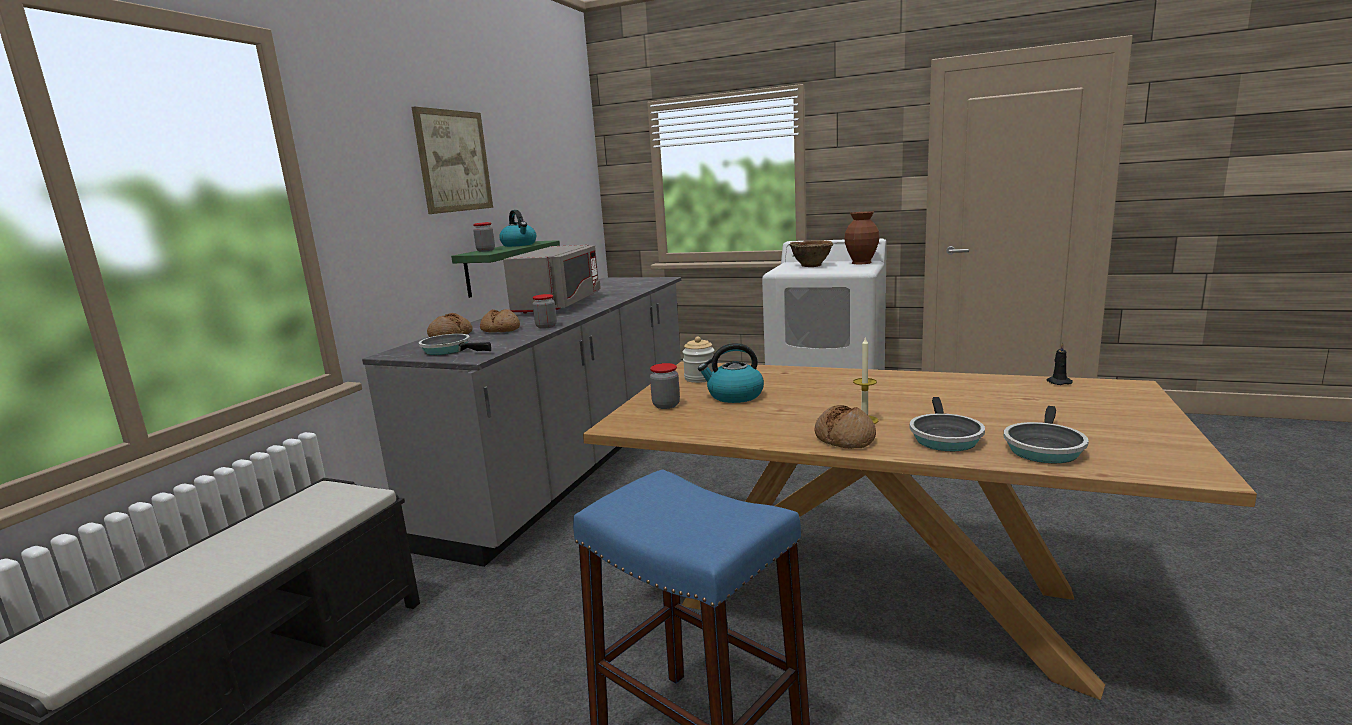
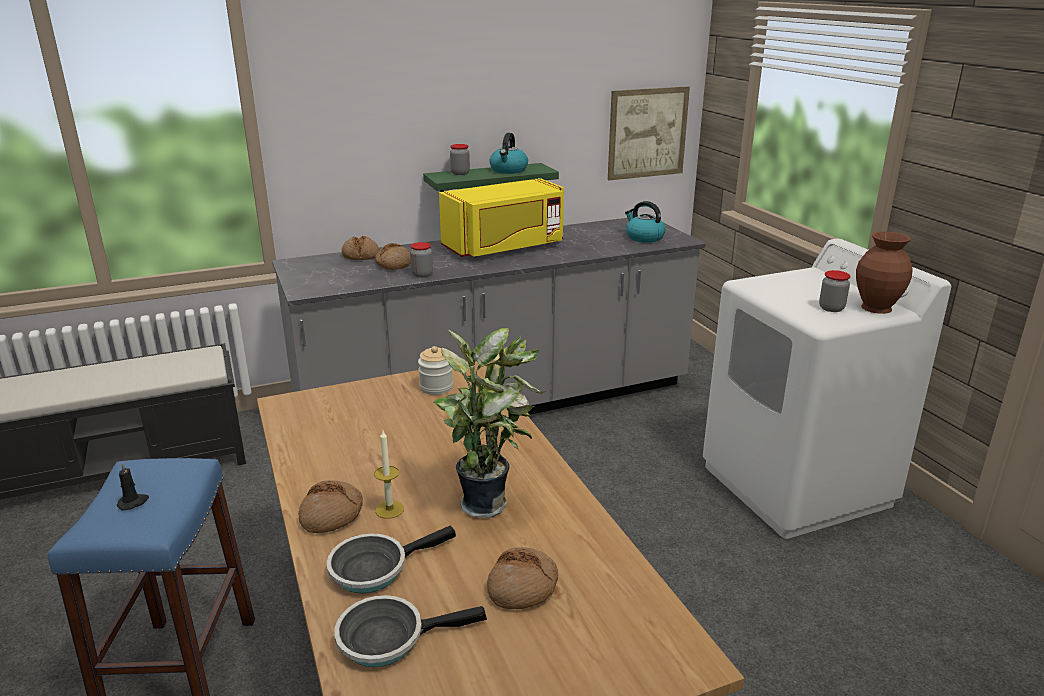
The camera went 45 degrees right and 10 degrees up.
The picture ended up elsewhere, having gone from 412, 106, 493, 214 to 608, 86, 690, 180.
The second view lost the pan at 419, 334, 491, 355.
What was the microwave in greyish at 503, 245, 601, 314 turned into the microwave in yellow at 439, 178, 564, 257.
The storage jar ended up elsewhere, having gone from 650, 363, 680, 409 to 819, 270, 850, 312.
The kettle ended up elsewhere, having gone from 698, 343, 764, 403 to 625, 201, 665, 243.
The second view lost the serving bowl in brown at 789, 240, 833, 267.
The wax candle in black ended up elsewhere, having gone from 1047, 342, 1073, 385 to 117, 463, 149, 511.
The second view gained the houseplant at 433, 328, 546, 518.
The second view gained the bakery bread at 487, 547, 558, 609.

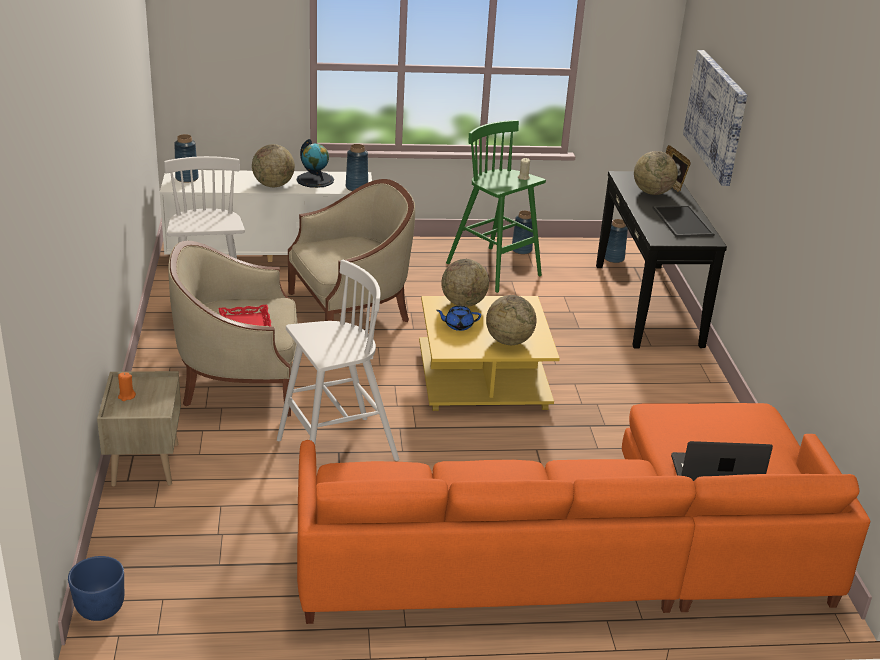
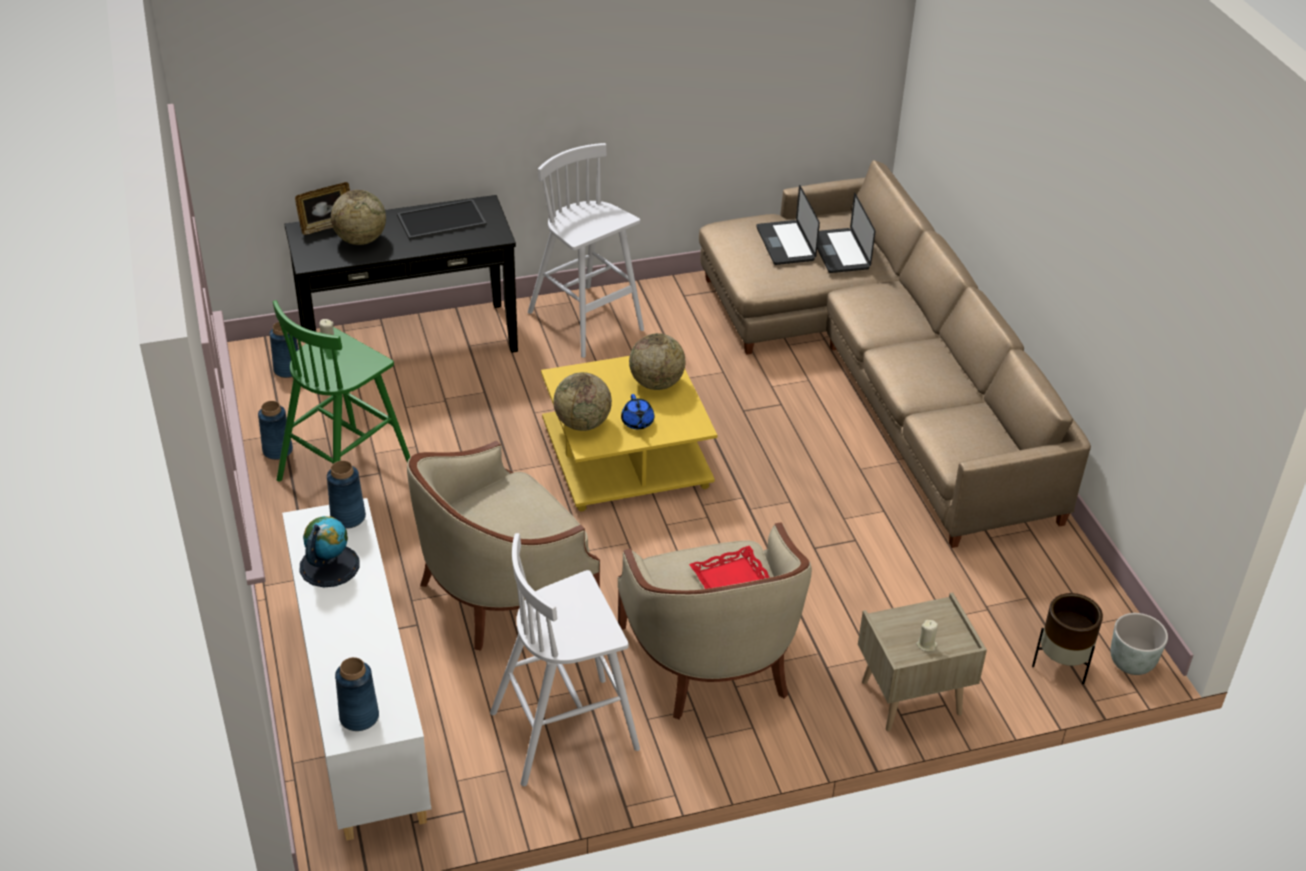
The camera went 100 degrees left and 10 degrees up.
What was the planter in blue at 68, 556, 124, 621 turned into the planter in greyish at 1110, 613, 1168, 675.
What was the wax candle in orange-coloured at 118, 372, 136, 401 turned into the wax candle in sand-coloured at 916, 620, 938, 652.
The second view lost the globe at 252, 144, 295, 187.
The sitting stool in white ended up elsewhere, having gone from 277, 260, 399, 461 to 528, 143, 644, 358.
The armchair in sand-coloured at 288, 179, 415, 322 ended up facing another way, 90 degrees counterclockwise from before.
What was the settee in orange-coloured at 297, 403, 870, 624 turned into the settee in sand-coloured at 699, 160, 1091, 548.
The second view lost the picture at 683, 50, 747, 186.
The second view gained the notebook computer at 756, 185, 820, 265.
The second view gained the planter in brown at 1032, 593, 1103, 684.

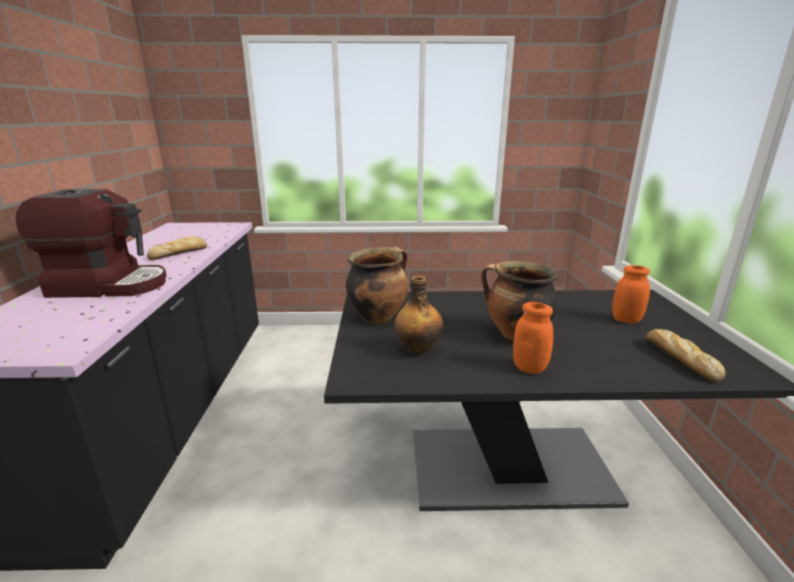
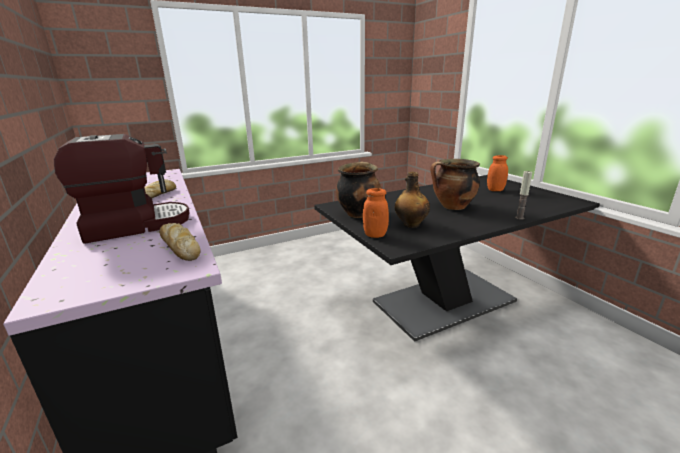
The camera went 25 degrees left and 0 degrees up.
The storage jar in orange-coloured ended up elsewhere, having gone from 513, 302, 553, 374 to 363, 188, 389, 238.
The bakery bread ended up elsewhere, having gone from 646, 329, 725, 382 to 159, 223, 201, 261.
The second view gained the wax candle at 515, 170, 532, 220.

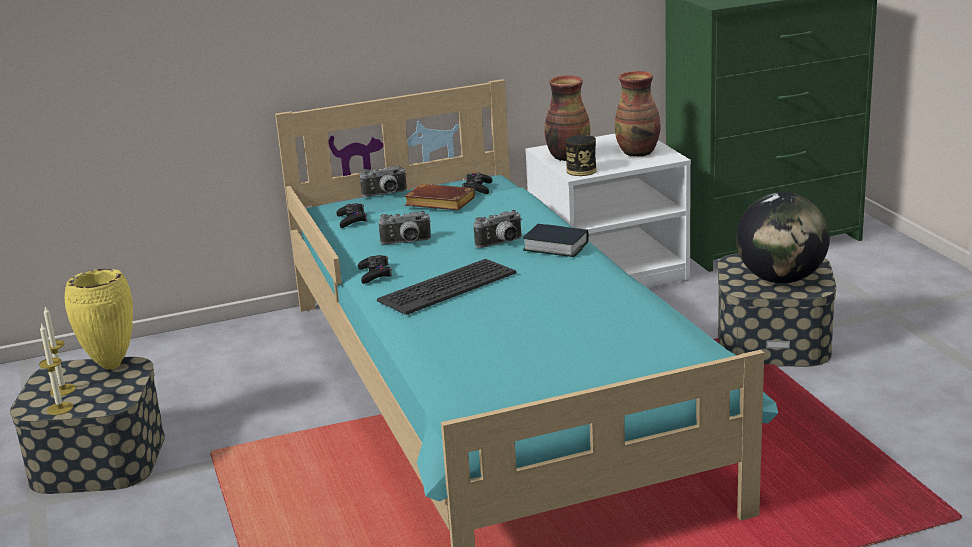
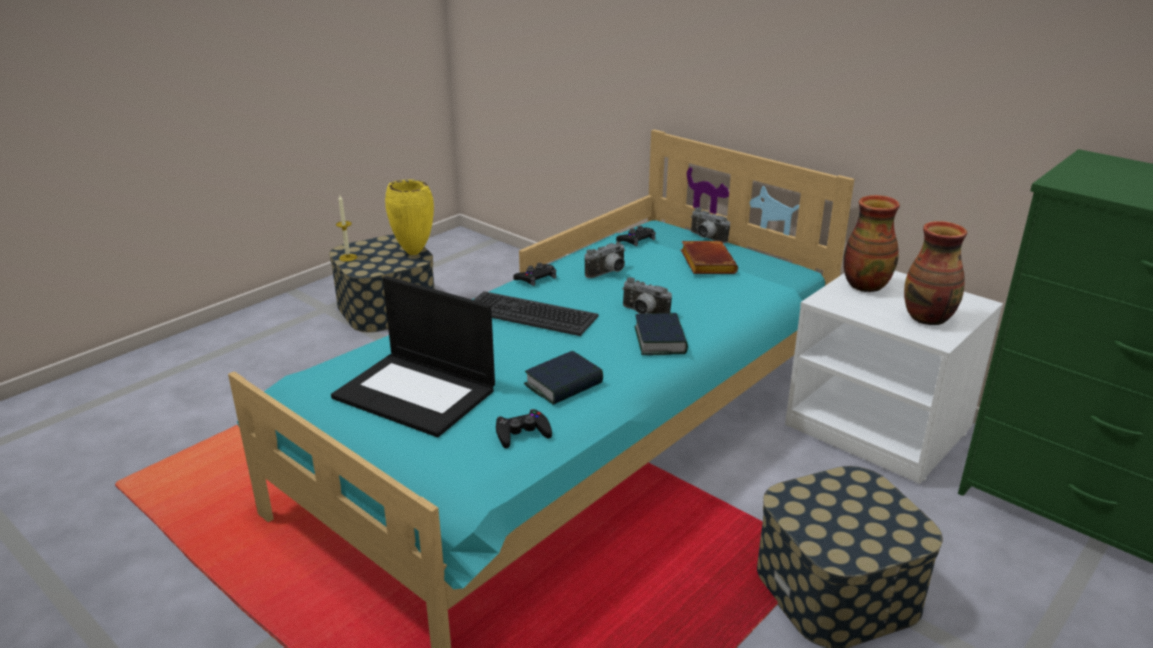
The camera went 60 degrees right and 5 degrees up.
The second view lost the wax candle at 42, 307, 76, 396.
The still camera at 379, 211, 431, 245 ended up facing another way, 90 degrees counterclockwise from before.
The game controller in black ended up elsewhere, having gone from 462, 173, 492, 194 to 496, 409, 552, 448.
The second view lost the sealed can at 566, 135, 597, 176.
The second view lost the globe at 736, 192, 830, 283.
The second view gained the notebook computer at 331, 276, 495, 437.
The second view gained the bound book at 524, 351, 603, 405.

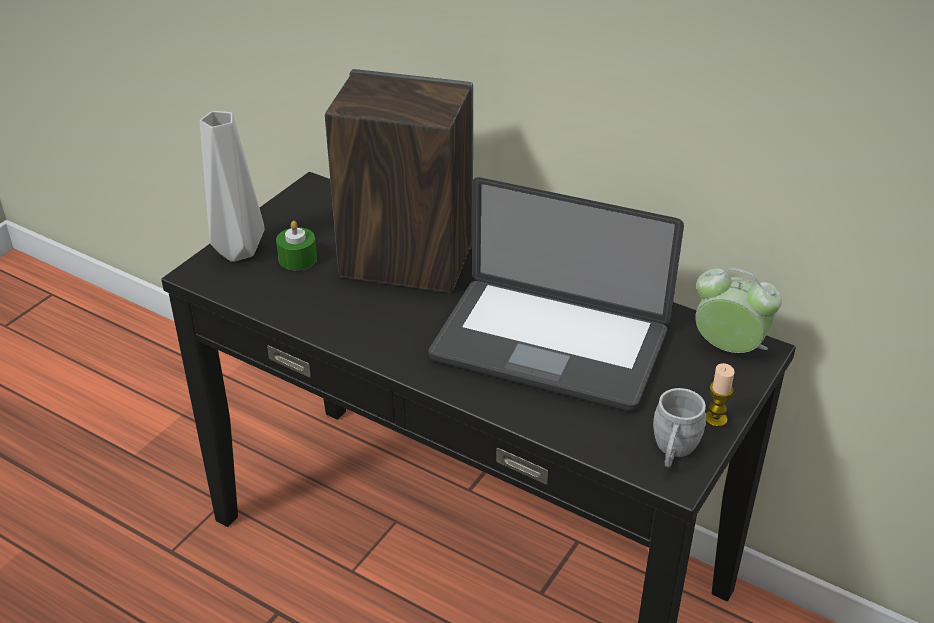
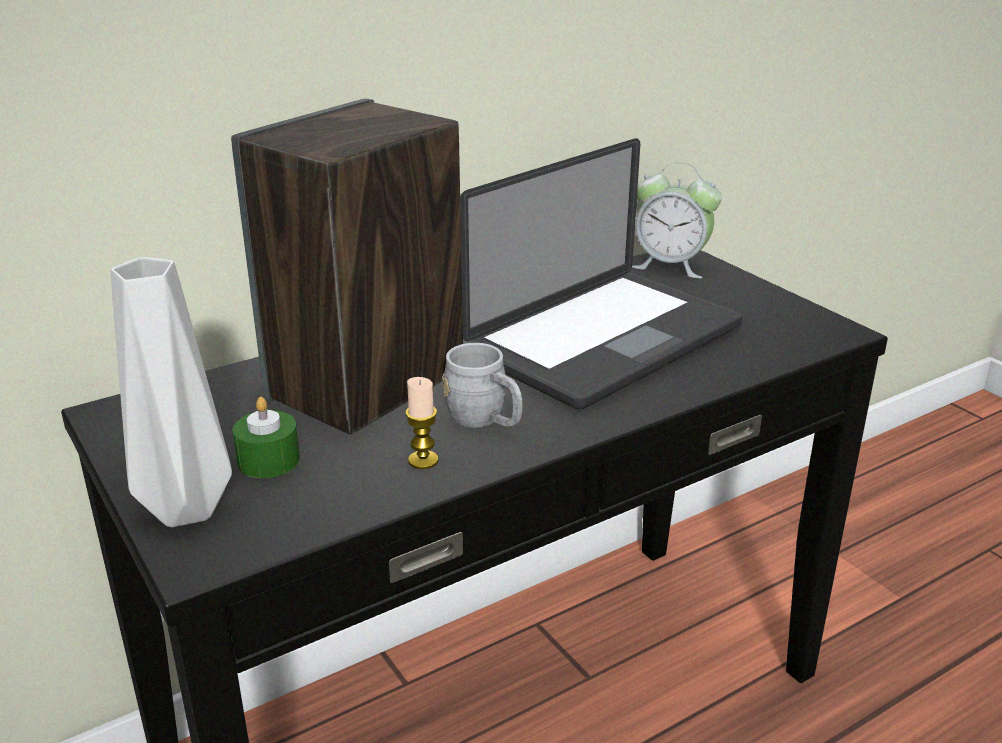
The camera went 65 degrees left and 10 degrees down.
The coffee mug in greyish ended up elsewhere, having gone from 653, 388, 706, 467 to 442, 343, 522, 428.
The table clock at 695, 268, 782, 353 ended up facing another way, 120 degrees counterclockwise from before.
The wax candle ended up elsewhere, having gone from 706, 363, 735, 427 to 405, 377, 438, 469.

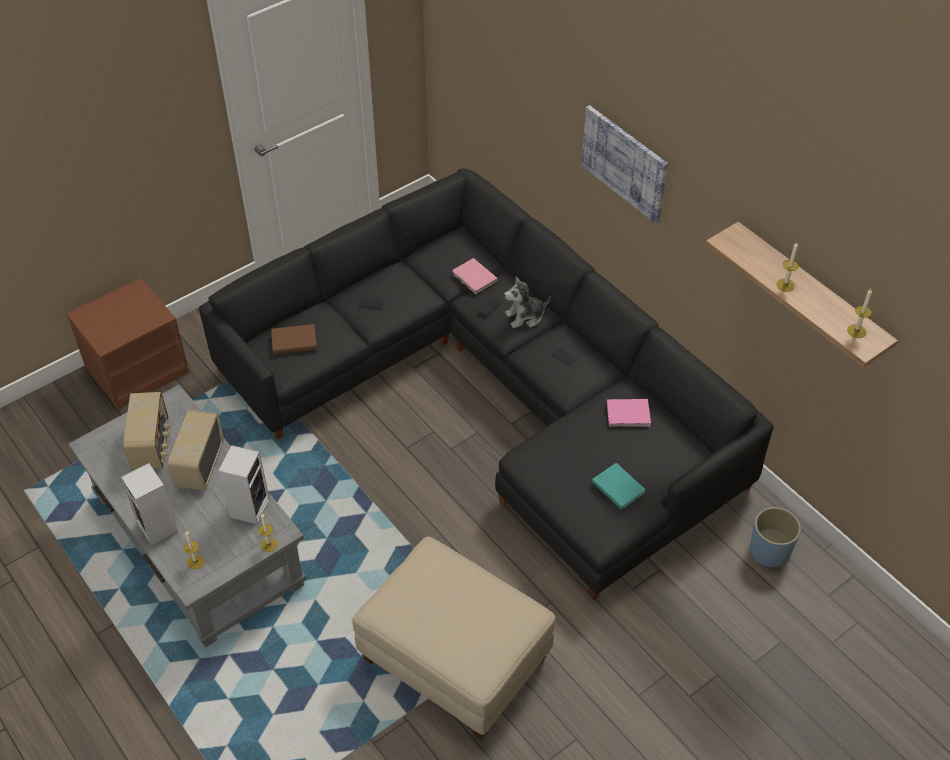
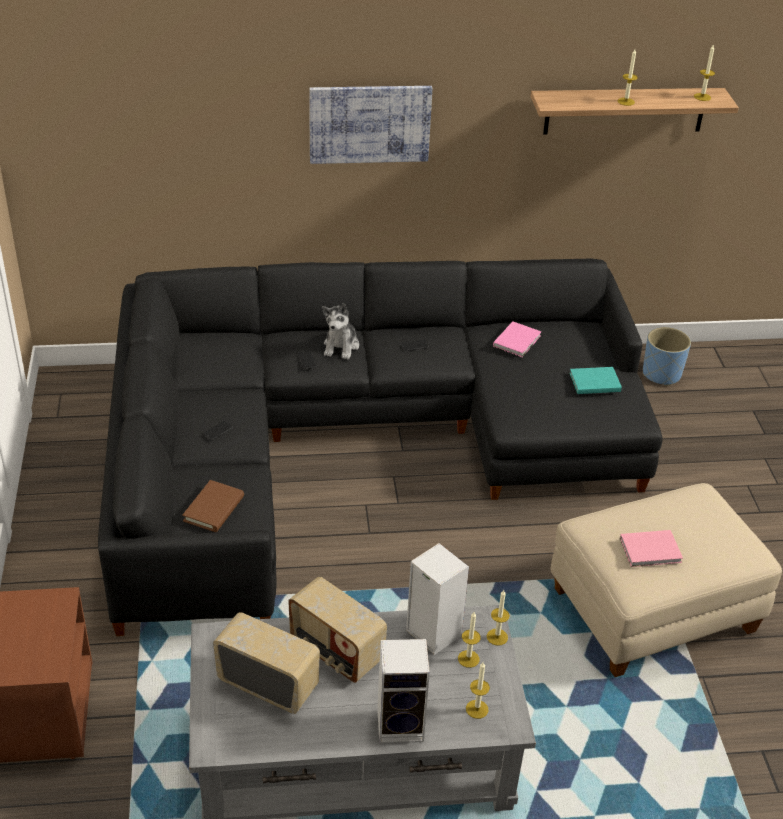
The camera went 60 degrees left and 10 degrees down.
The bound book in pink ended up elsewhere, having gone from 452, 258, 498, 294 to 620, 530, 683, 567.
The second view gained the wax candle at 458, 612, 481, 668.

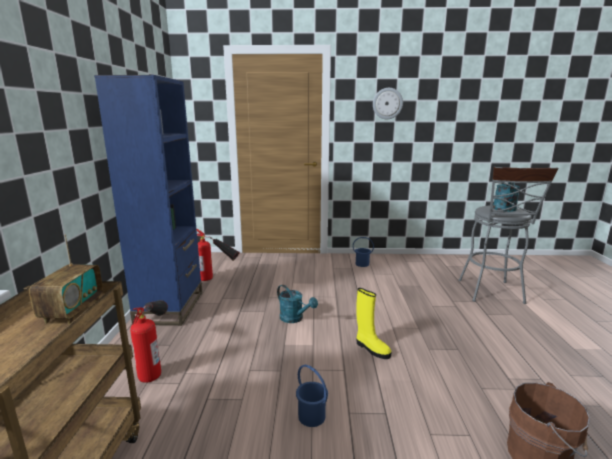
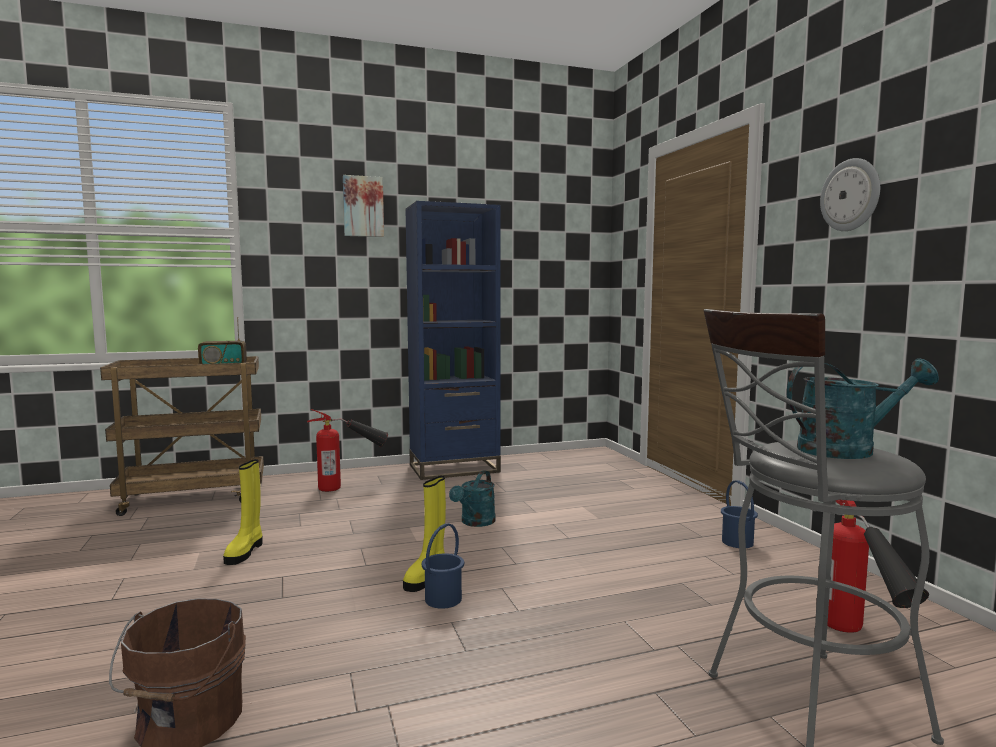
The camera went 70 degrees right and 10 degrees down.
The extinguisher ended up elsewhere, having gone from 196, 229, 240, 281 to 827, 500, 929, 633.
The water bucket in blue ended up elsewhere, having gone from 296, 365, 328, 427 to 421, 523, 464, 609.
The second view gained the high-top boot in yellow at 223, 459, 263, 565.
The second view gained the picture at 343, 175, 384, 237.

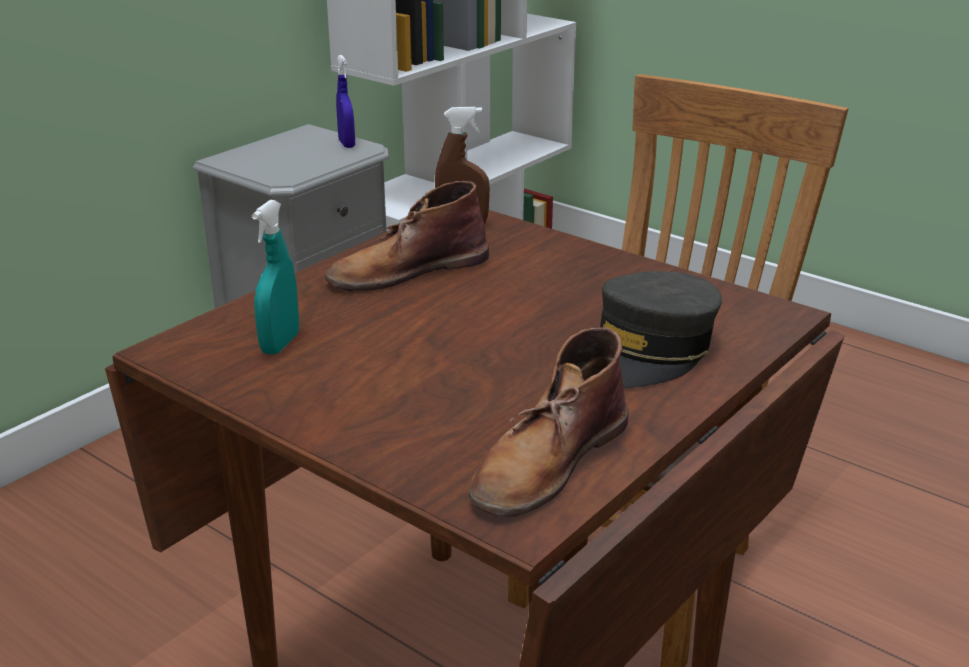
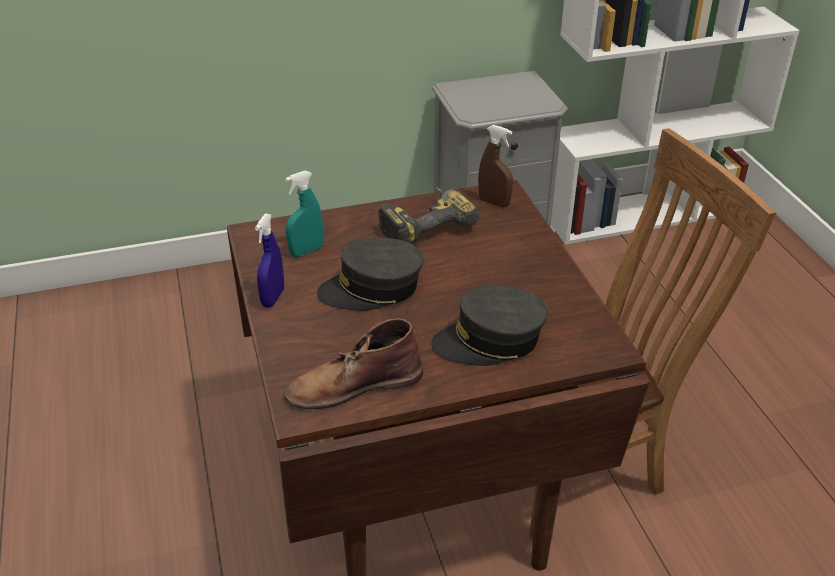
The camera went 35 degrees right and 10 degrees up.
Where the high-top boot in brown stood at 325, 181, 489, 291, the drill came to stand at 378, 187, 479, 244.
The sprayer in blue ended up elsewhere, having gone from 336, 55, 355, 148 to 255, 214, 284, 308.
The second view gained the peaked cap in greyish at 317, 237, 424, 311.

